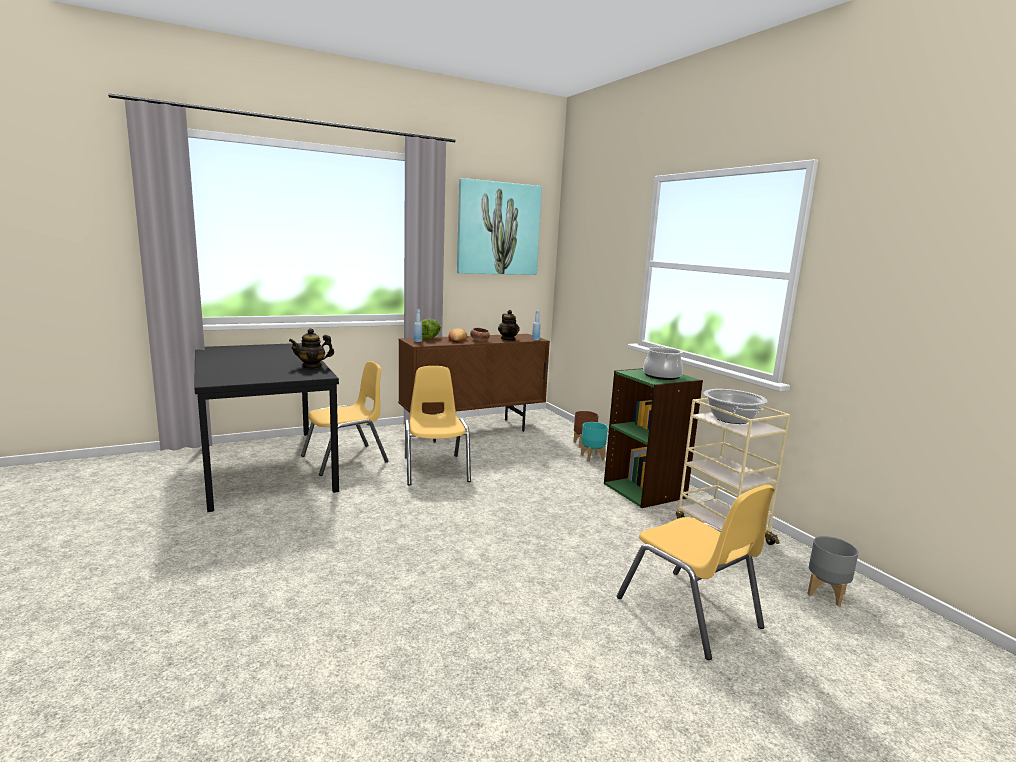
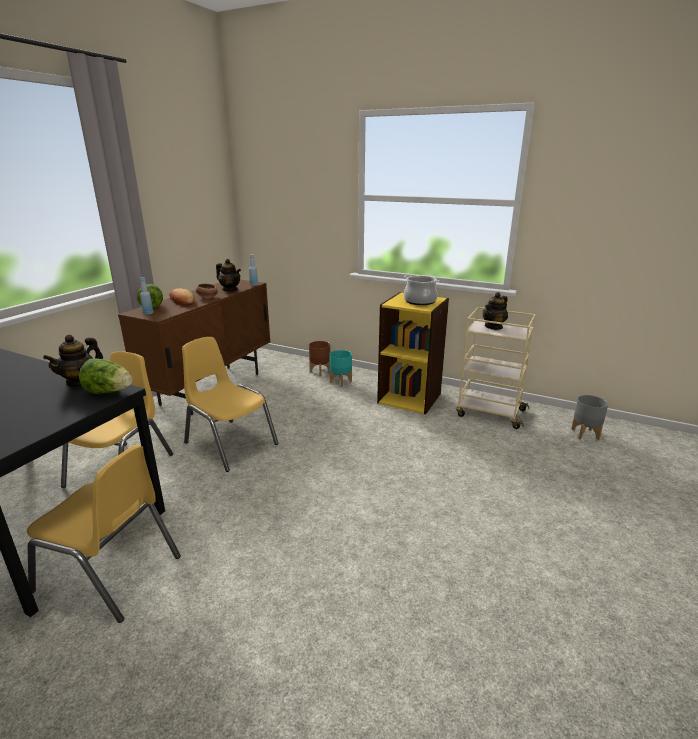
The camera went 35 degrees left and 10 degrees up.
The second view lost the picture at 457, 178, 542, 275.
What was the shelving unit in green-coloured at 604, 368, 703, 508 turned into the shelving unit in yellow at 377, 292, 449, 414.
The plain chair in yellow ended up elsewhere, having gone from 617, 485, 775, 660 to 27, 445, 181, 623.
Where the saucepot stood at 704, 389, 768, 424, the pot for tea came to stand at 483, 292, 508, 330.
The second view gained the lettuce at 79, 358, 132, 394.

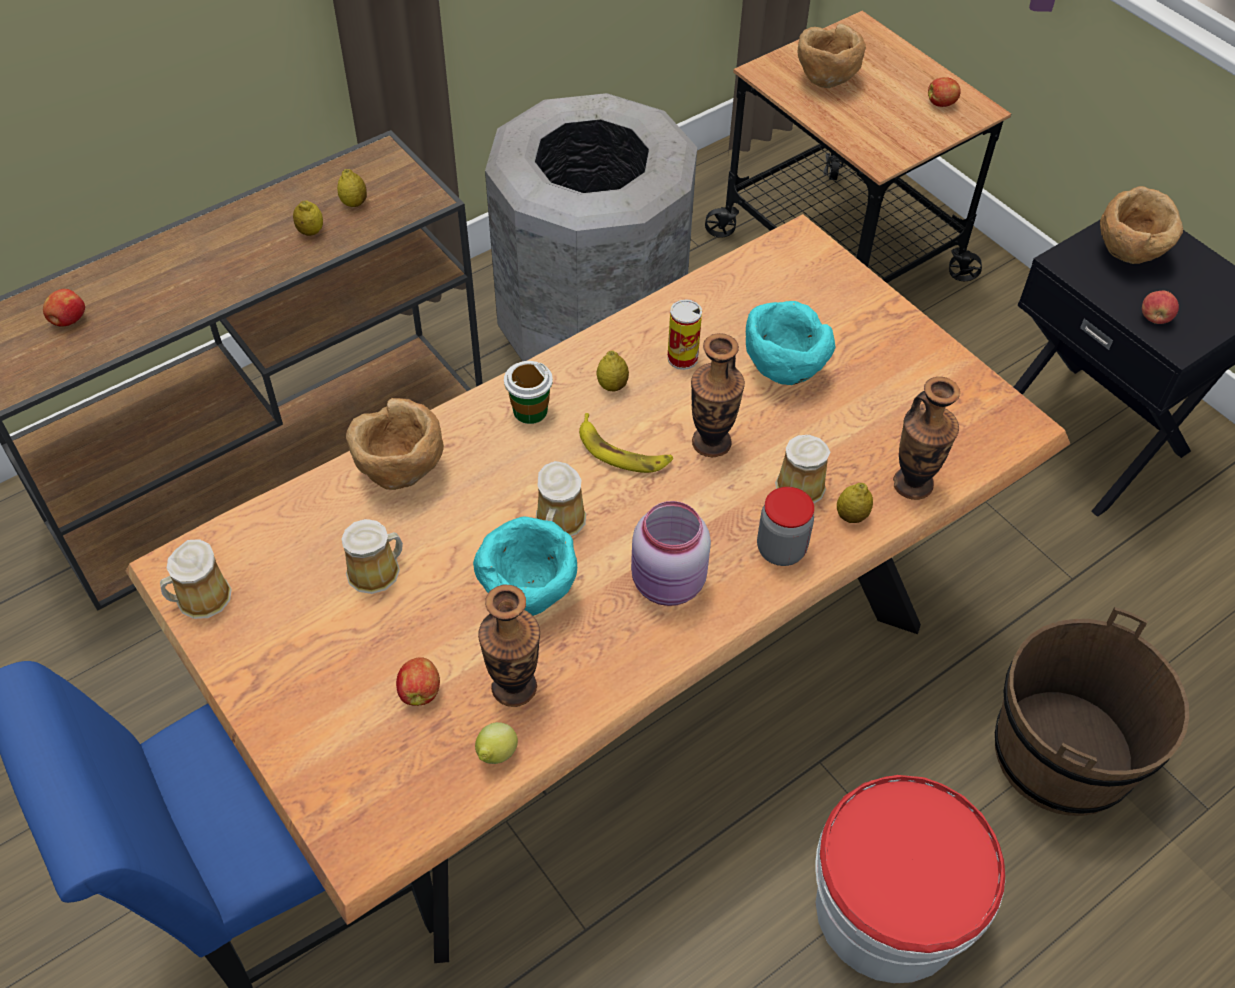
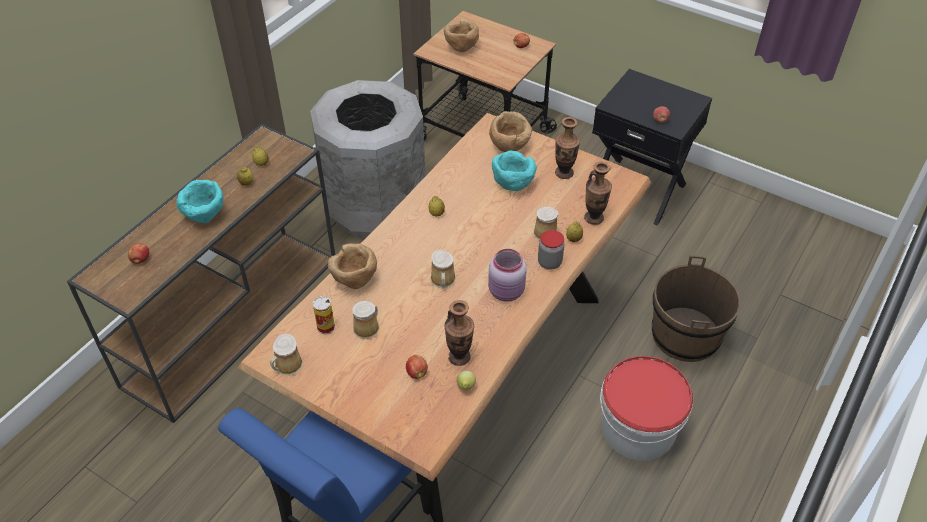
The camera went 20 degrees left and 5 degrees down.
The serving bowl in turquoise-coloured ended up elsewhere, having gone from 473, 516, 577, 616 to 176, 180, 224, 223.
The second view lost the cup at 504, 361, 553, 424.
The second view lost the whole banana at 579, 413, 673, 473.
The sealed can ended up elsewhere, having gone from 667, 299, 702, 370 to 313, 296, 335, 334.
The vase ended up elsewhere, having gone from 691, 333, 745, 458 to 555, 117, 580, 179.
The serving bowl in brown ended up elsewhere, having gone from 1100, 186, 1183, 264 to 489, 111, 532, 152.

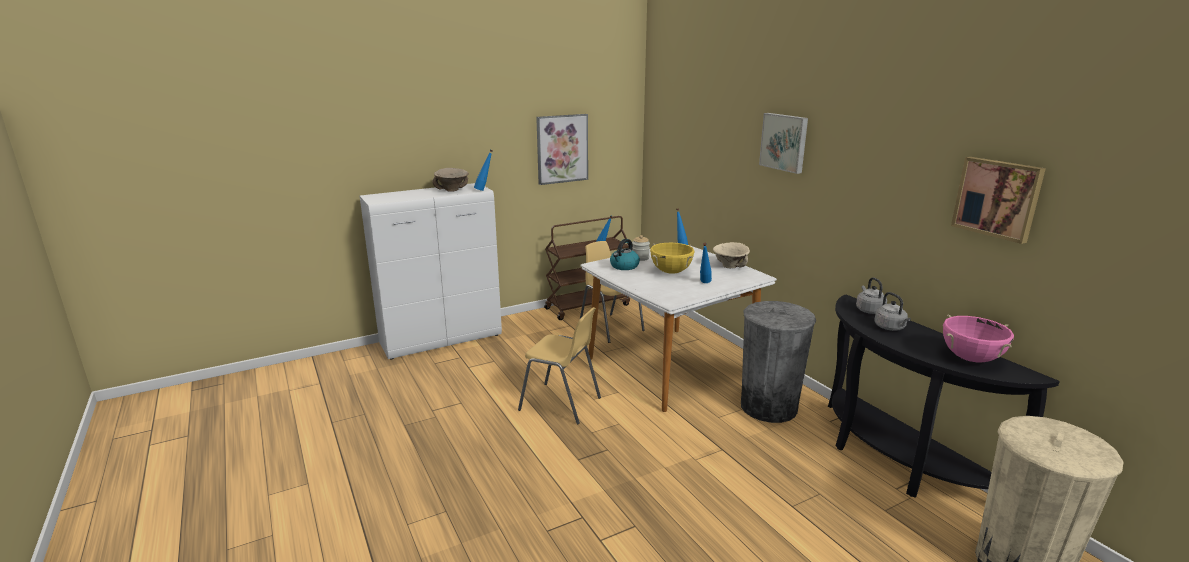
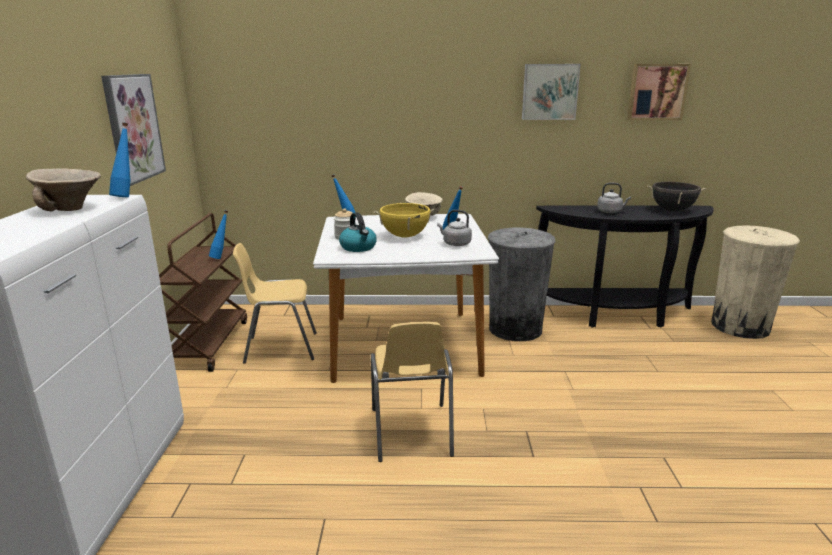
The camera went 60 degrees left and 0 degrees up.
The plain chair in yellow at 518, 307, 601, 425 ended up facing another way, 120 degrees clockwise from before.
The picture ended up elsewhere, having gone from 759, 113, 808, 174 to 522, 64, 581, 120.
The kettle in greyish ended up elsewhere, having gone from 856, 277, 887, 314 to 437, 210, 472, 246.
What was the saucepot in pink at 943, 314, 1014, 362 turned into the saucepot in black at 647, 182, 707, 211.

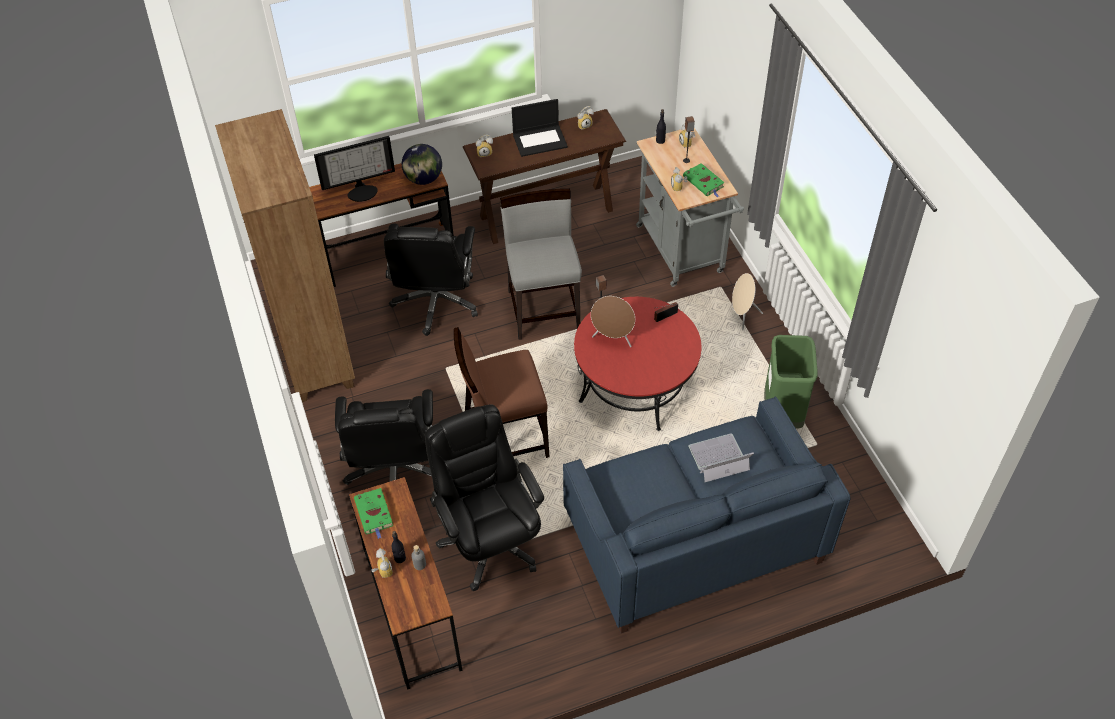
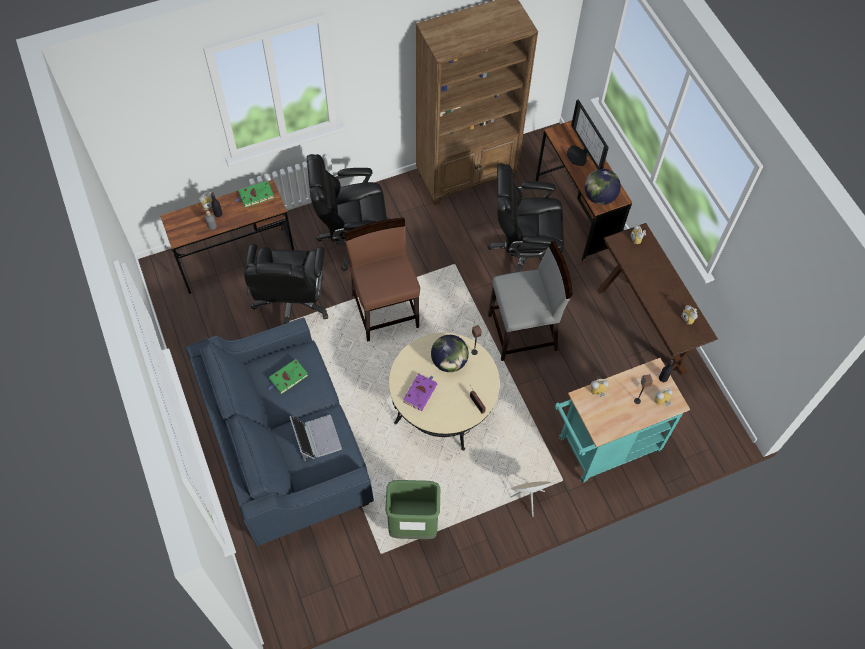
The camera went 85 degrees right and 10 degrees up.
The office chair in black at 425, 404, 544, 591 ended up facing another way, 120 degrees clockwise from before.
The second view lost the notebook computer at 512, 99, 568, 157.
What was the coffee table in reddish at 574, 297, 702, 431 turned into the coffee table in sand-coloured at 389, 333, 500, 451.
Where the audio speaker in brown stood at 591, 296, 635, 347, the globe came to stand at 431, 335, 469, 372.
What was the cart in greyish at 636, 128, 744, 287 turned into the cart in turquoise-coloured at 555, 358, 690, 483.
The bound book in green-coloured ended up elsewhere, having gone from 683, 163, 725, 198 to 268, 359, 308, 394.
The second view gained the bound book in purple-coloured at 403, 374, 437, 411.

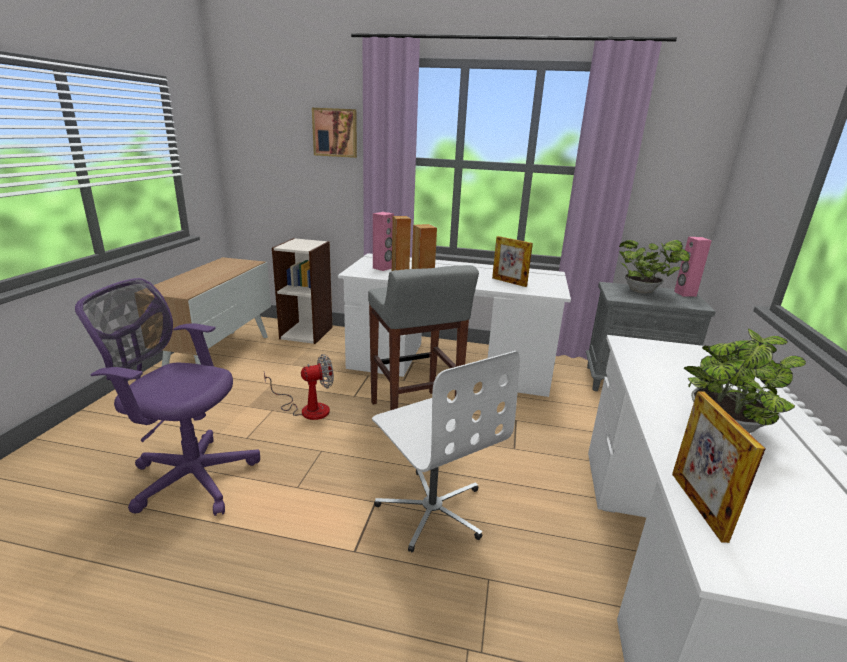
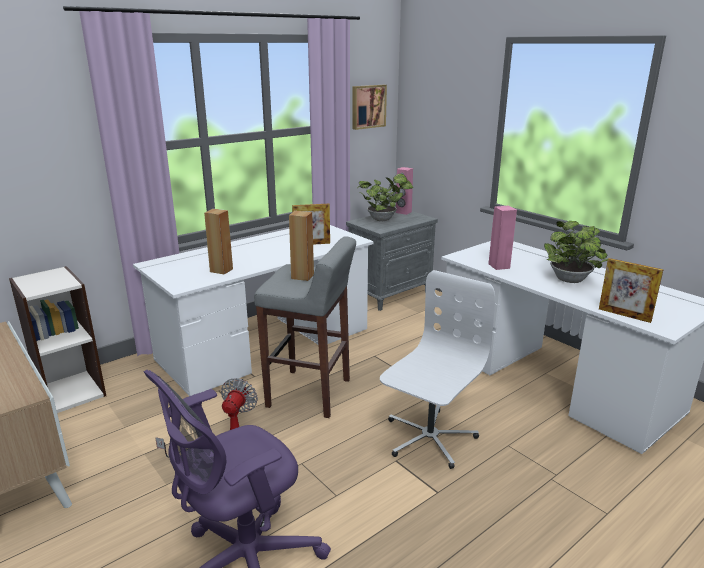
The camera went 50 degrees left and 0 degrees up.
The picture ended up elsewhere, having gone from 312, 108, 357, 158 to 352, 85, 387, 130.
The office chair in white at 372, 351, 520, 552 ended up facing another way, 60 degrees counterclockwise from before.
The audio speaker in pink ended up elsewhere, having gone from 373, 212, 394, 271 to 488, 206, 517, 270.

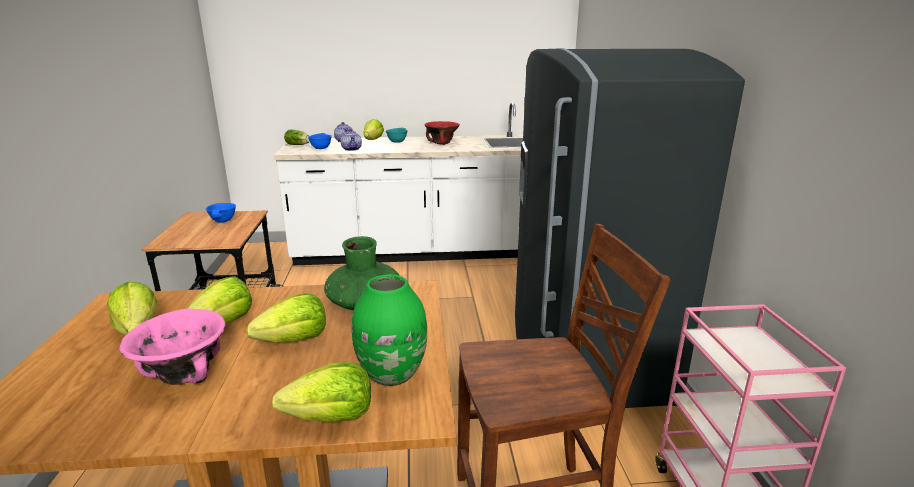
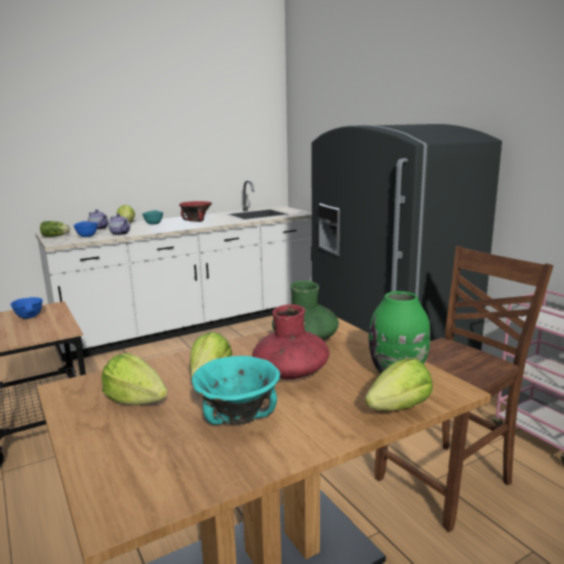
The camera went 25 degrees left and 5 degrees down.
What was the serving bowl in pink at 119, 309, 226, 385 turned into the serving bowl in turquoise-coloured at 192, 356, 280, 425.
Where the lettuce stood at 246, 293, 326, 342, the vase in reddish came to stand at 252, 304, 329, 380.

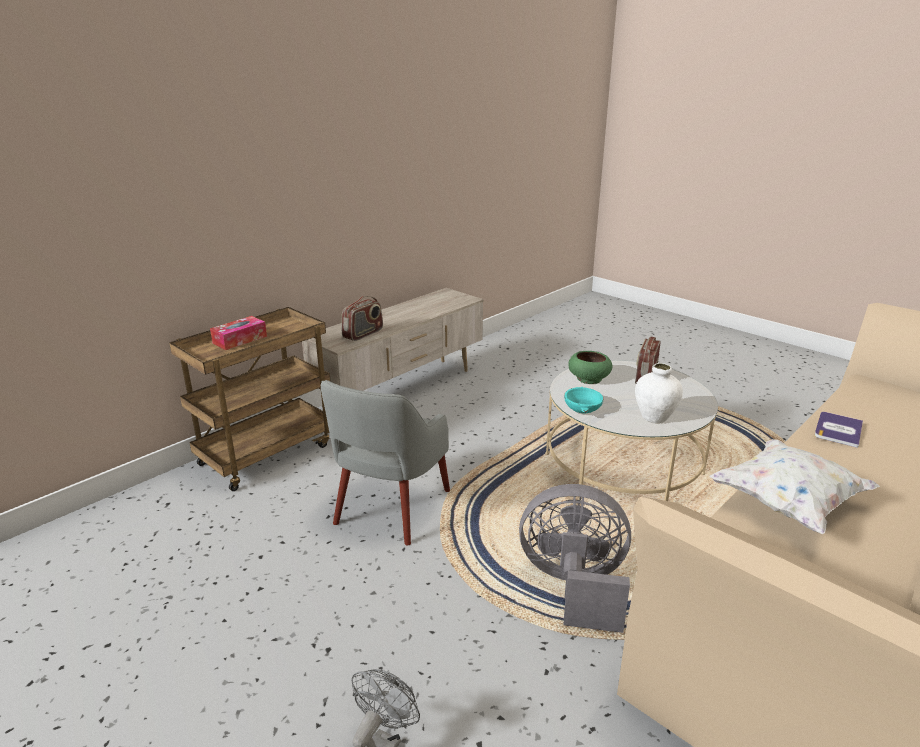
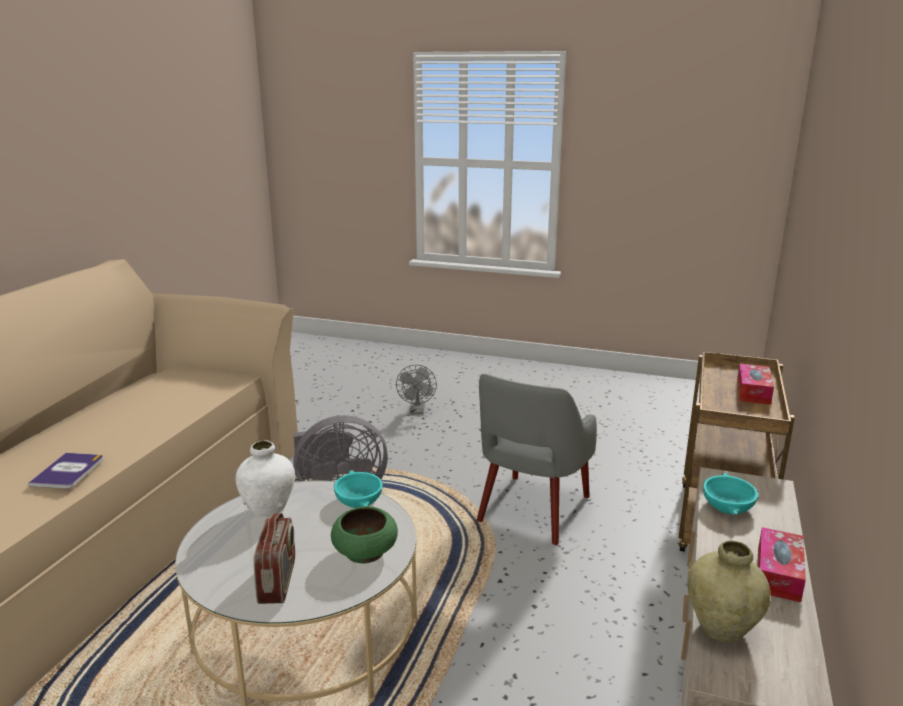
The camera went 155 degrees right and 5 degrees down.
The armchair in greyish at 321, 380, 450, 545 ended up facing another way, 150 degrees counterclockwise from before.
Where the radio stood at 342, 296, 383, 341, the serving bowl in turquoise-coloured came to stand at 703, 473, 759, 515.
The second view lost the cushion in white at 710, 439, 880, 534.
The second view gained the vase in sand-coloured at 687, 540, 770, 643.
The second view gained the tissue box at 757, 527, 806, 602.

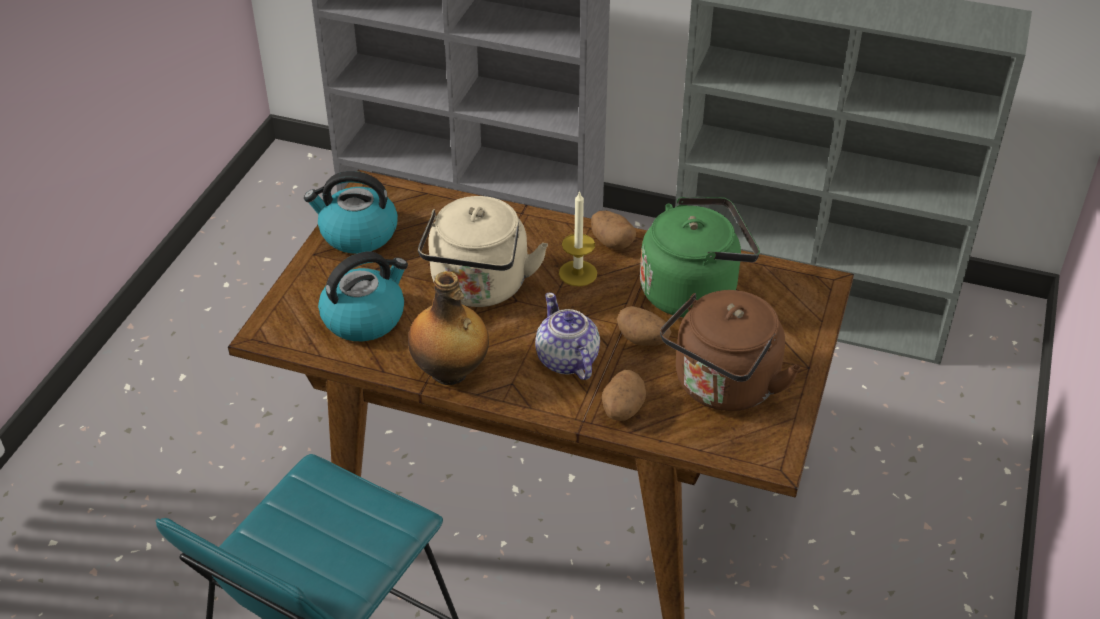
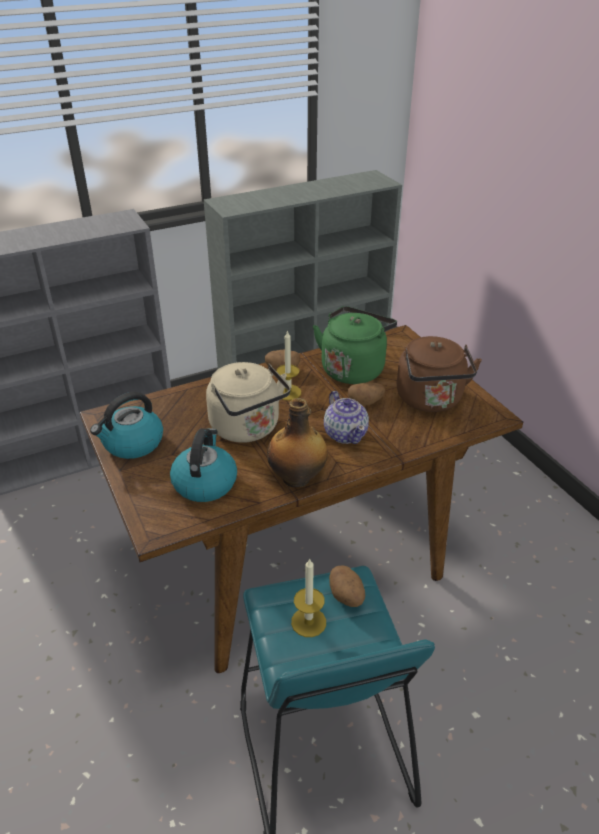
The camera went 45 degrees left and 5 degrees down.
The pot for tea at 535, 292, 600, 380 ended up facing another way, 135 degrees counterclockwise from before.
The spud ended up elsewhere, having gone from 602, 370, 646, 421 to 329, 565, 365, 607.
The second view gained the wax candle at 291, 558, 326, 637.

